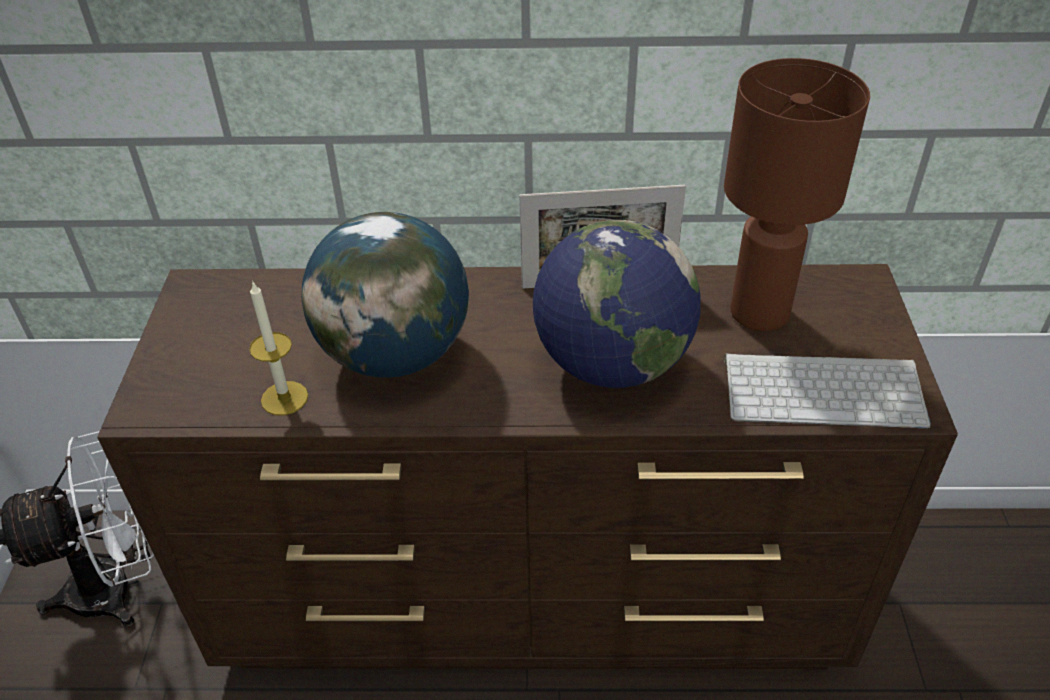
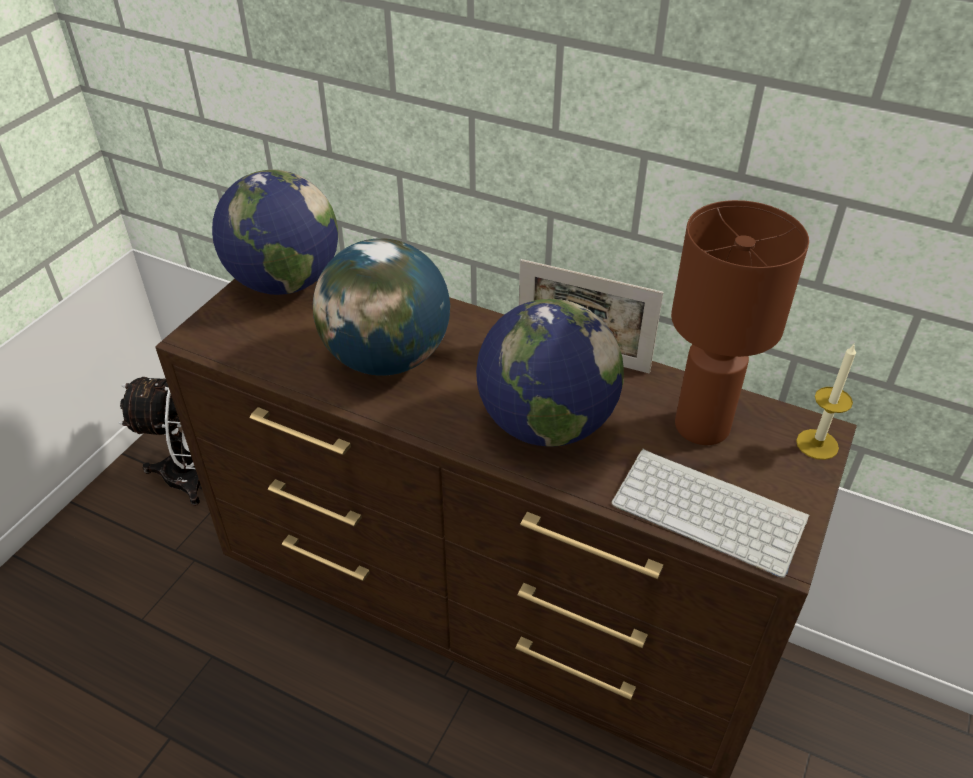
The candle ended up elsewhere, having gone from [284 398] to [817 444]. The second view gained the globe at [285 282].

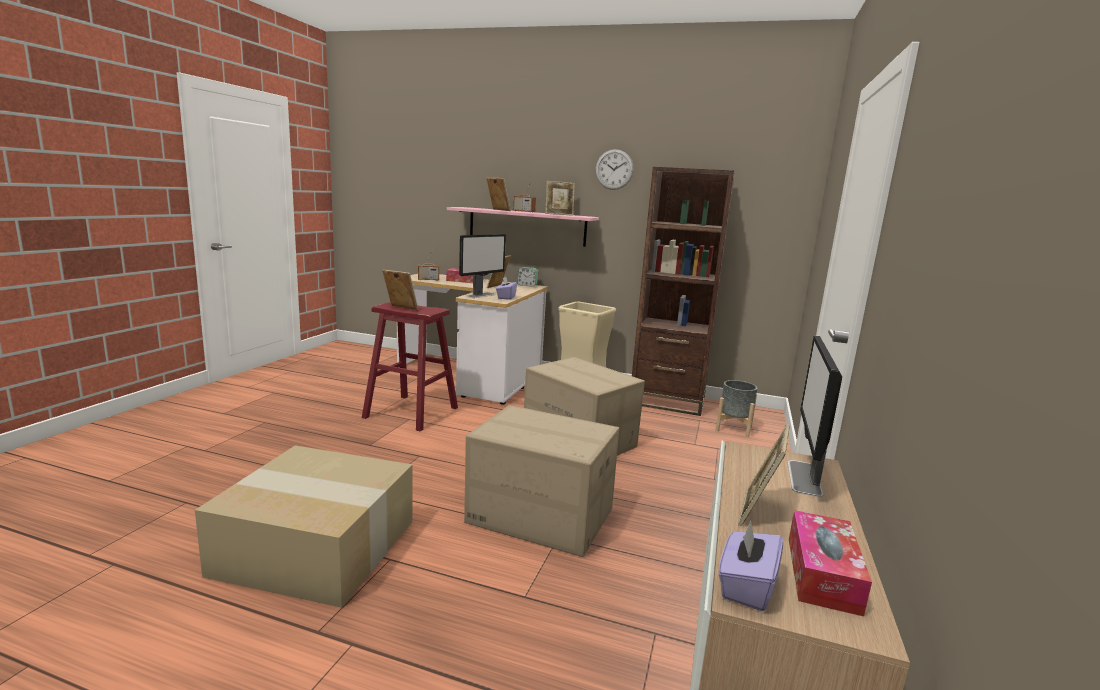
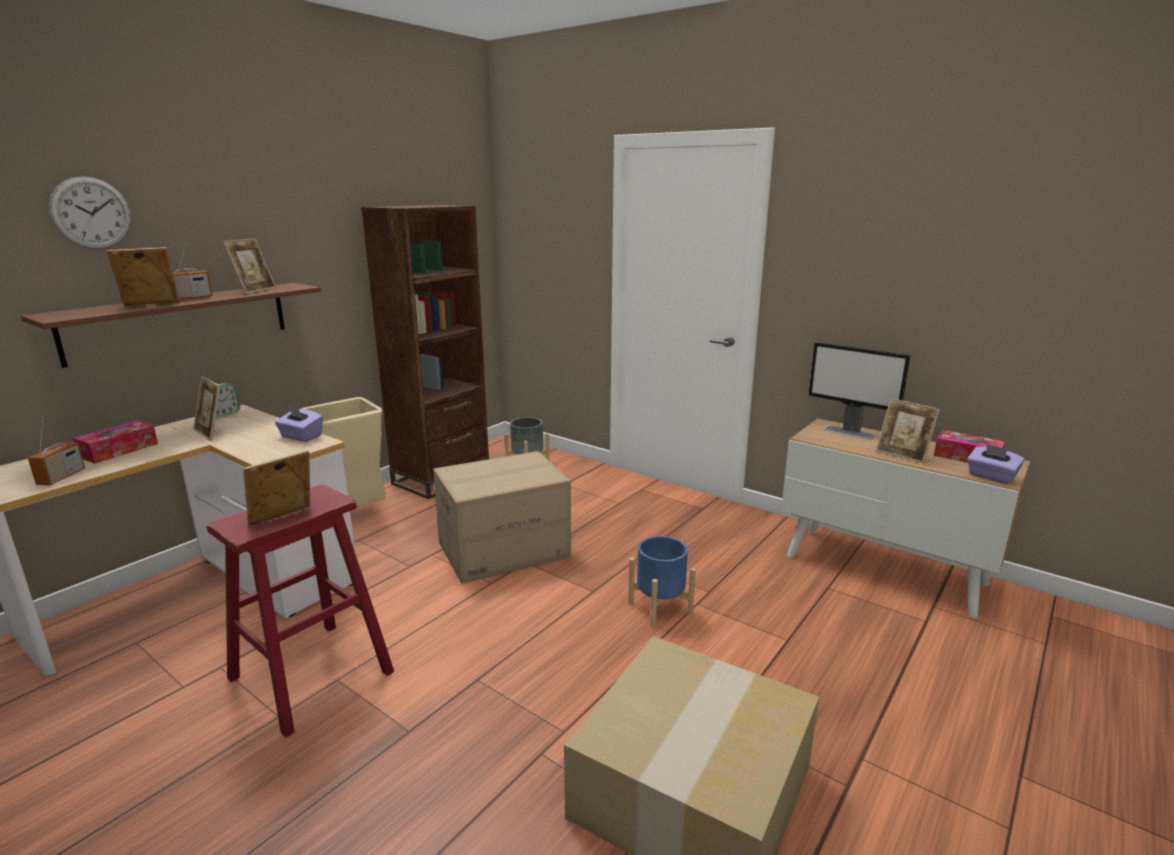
The wall clock ended up elsewhere, having gone from [614 169] to [91 213]. What was the shelf in pink at [527 226] turned into the shelf in brown at [180 321]. The second view lost the monitor at [480 295]. Where the cardboard box stood at [539 516], the planter in blue came to stand at [660 608].

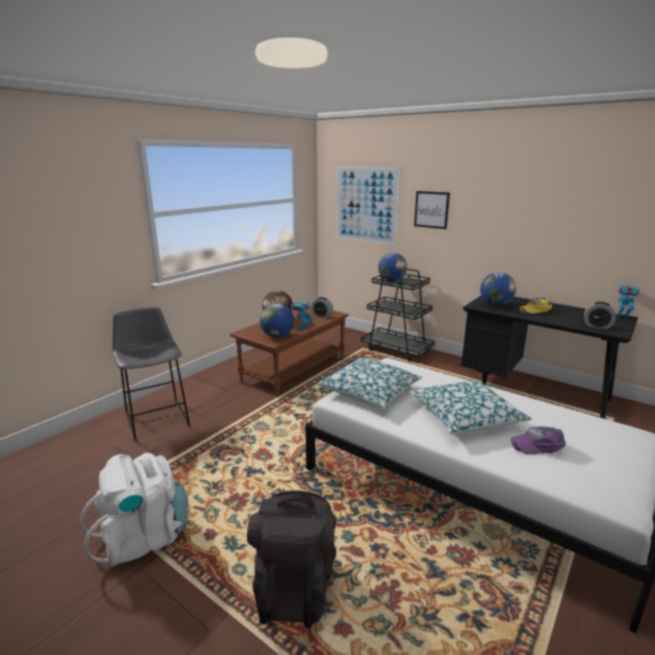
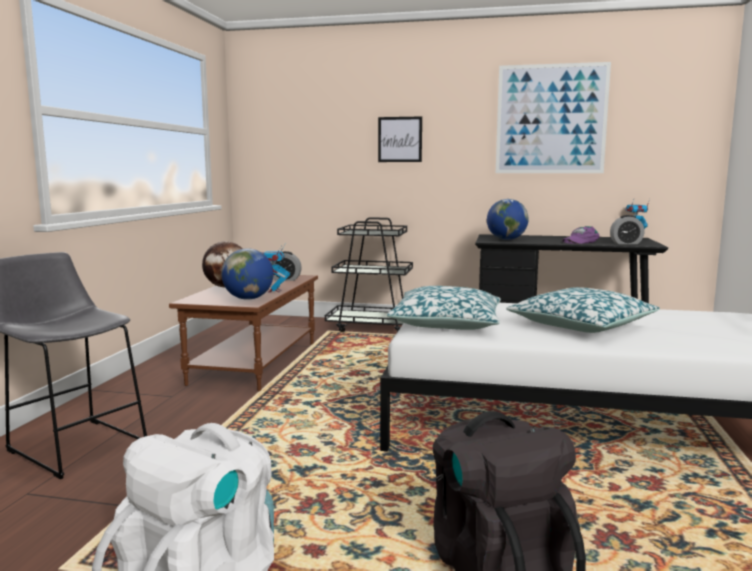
The picture ended up elsewhere, having gone from [366 205] to [551 119]. The second view lost the globe at [391 280]. The second view lost the cap in yellow at [535 309]. The cap in purple ended up elsewhere, having gone from [537 444] to [580 241].

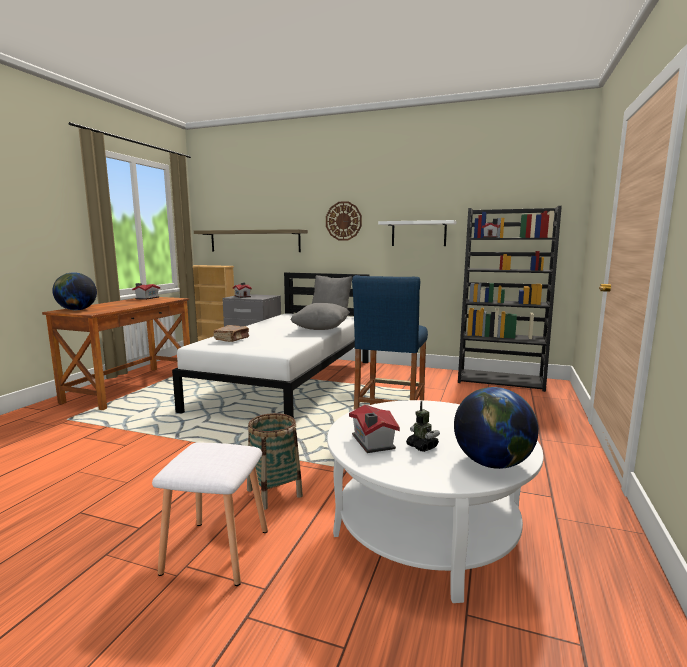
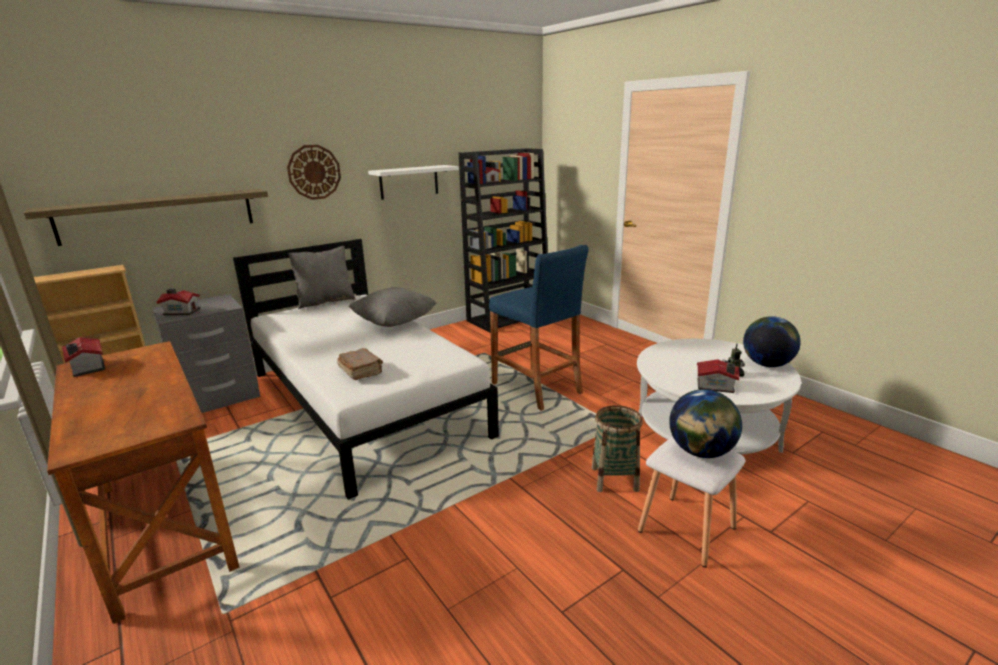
The globe ended up elsewhere, having gone from [77 310] to [701 452].

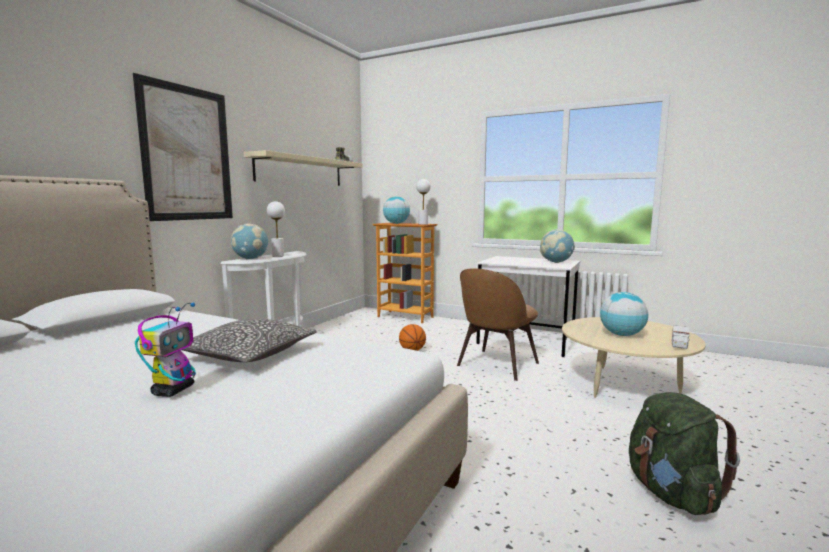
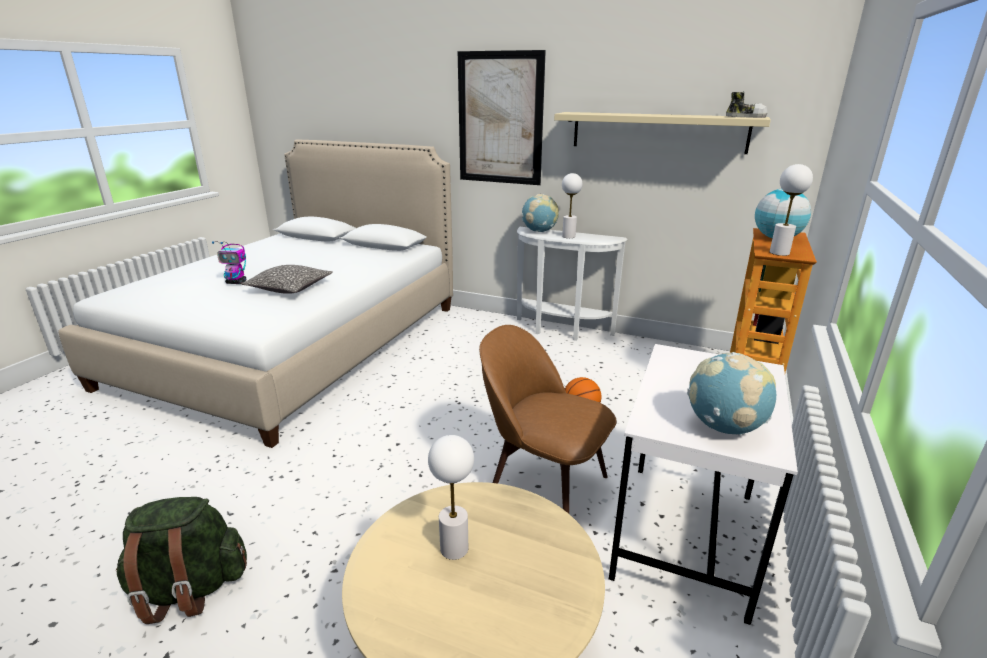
Where the globe stood at [621 335], the table lamp in white came to stand at [454 548]. The second view lost the toy truck at [679 344].

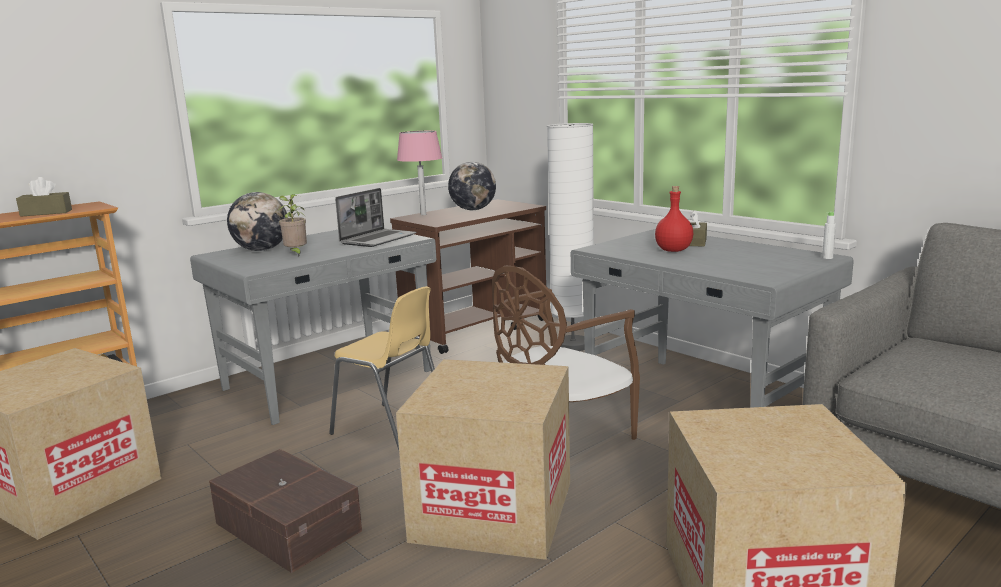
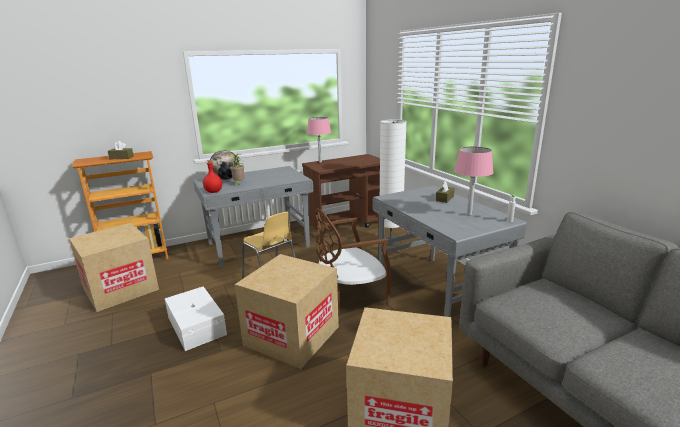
The second view lost the globe at [473 210]. The bottle in red ended up elsewhere, having gone from [674 250] to [213 192]. The second view lost the laptop at [378 239]. What was the storage box in brown at [289 525] turned into the storage box in white at [197 325]. The second view gained the table lamp in pink at [469 214].

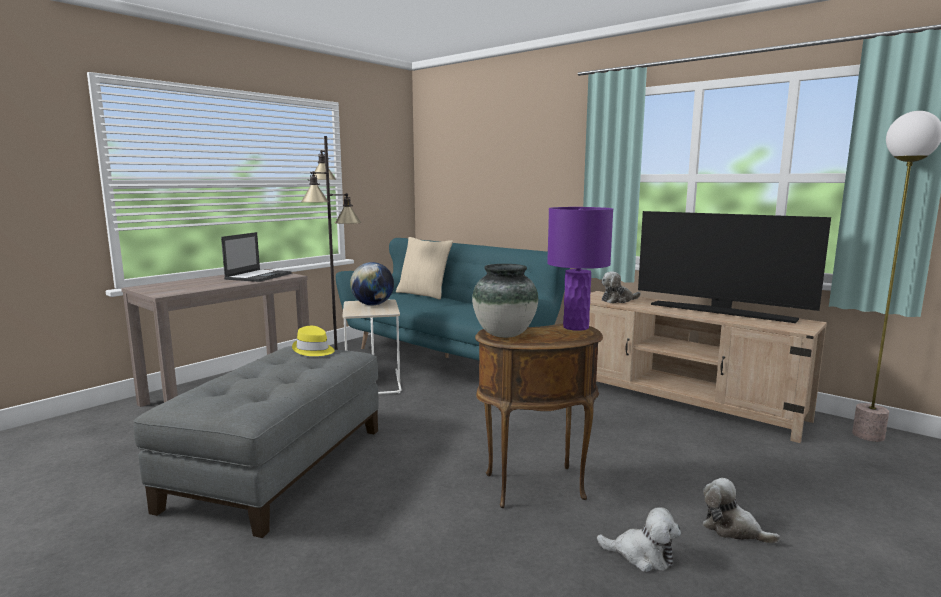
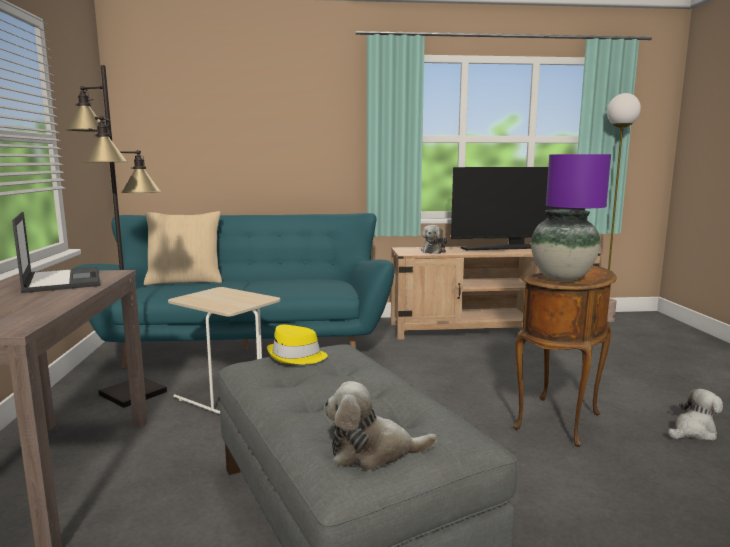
The second view lost the globe at [372 304]. The plush toy ended up elsewhere, having gone from [732 529] to [373 452].

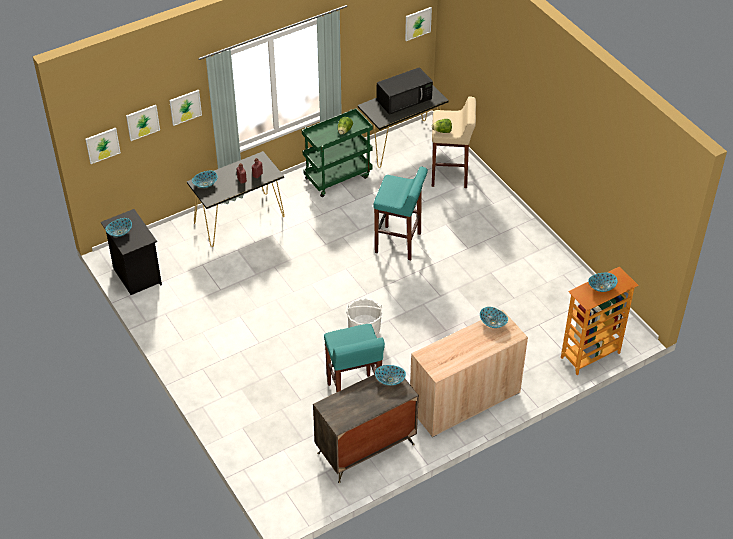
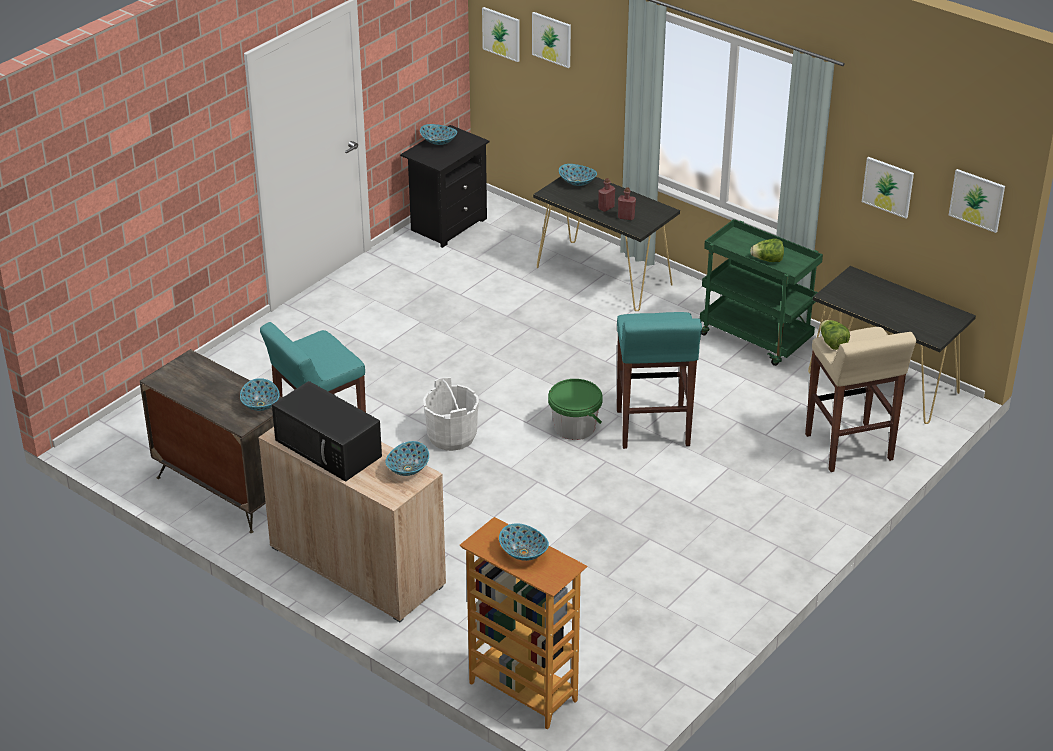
The microwave in black ended up elsewhere, having gone from [404 99] to [329 448]. The picture ended up elsewhere, having gone from [185 107] to [888 187]. The second view gained the bucket in green at [574 427].

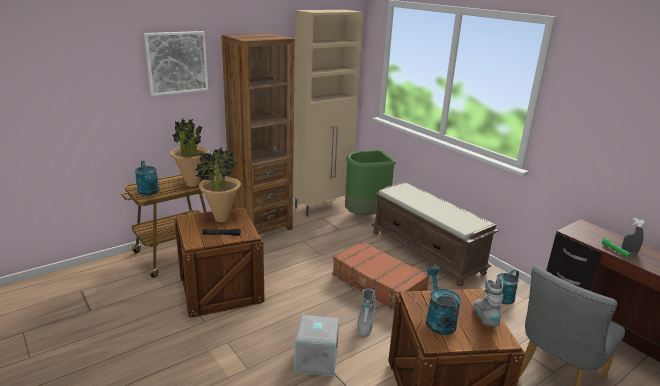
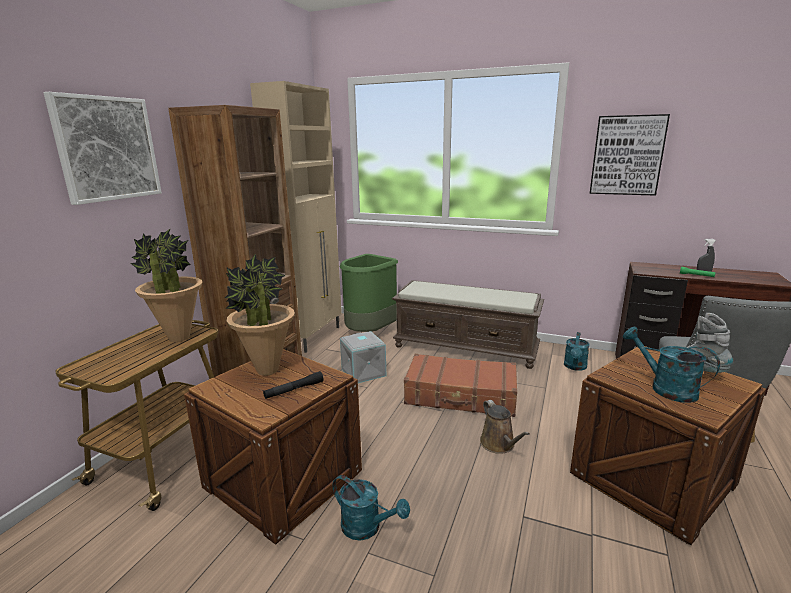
The watering can in turquoise ended up elsewhere, having gone from [149 192] to [367 528]. Where the boot in grey stood at [365 325], the watering can in brown came to stand at [499 444]. The storage box in grey ended up elsewhere, having gone from [315 359] to [362 372]. The second view gained the picture at [627 155].

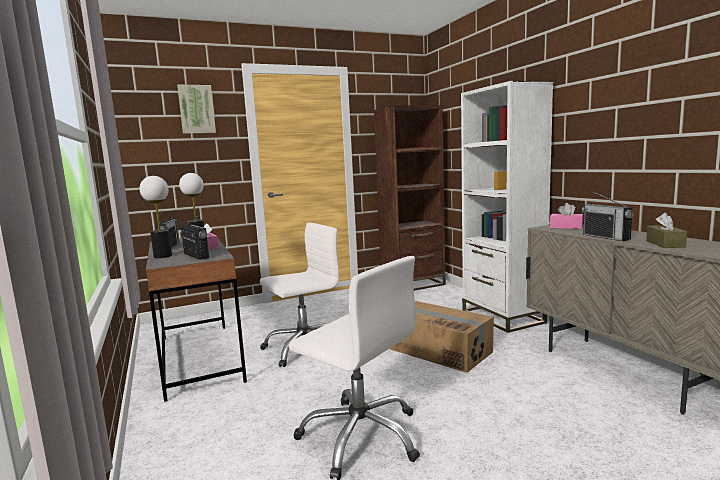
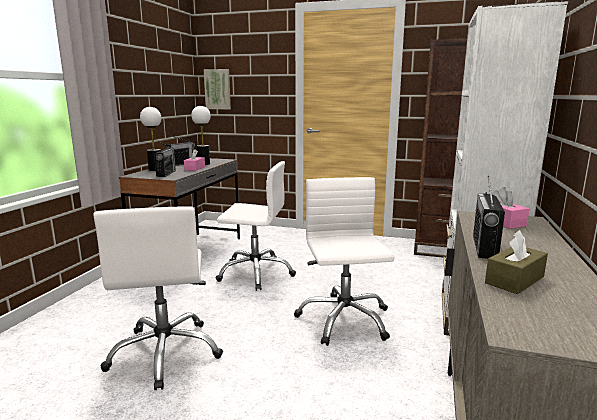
The picture ended up elsewhere, having gone from [196 109] to [218 89]. Where the cardboard box stood at [439 350], the office chair in white came to stand at [344 320].

